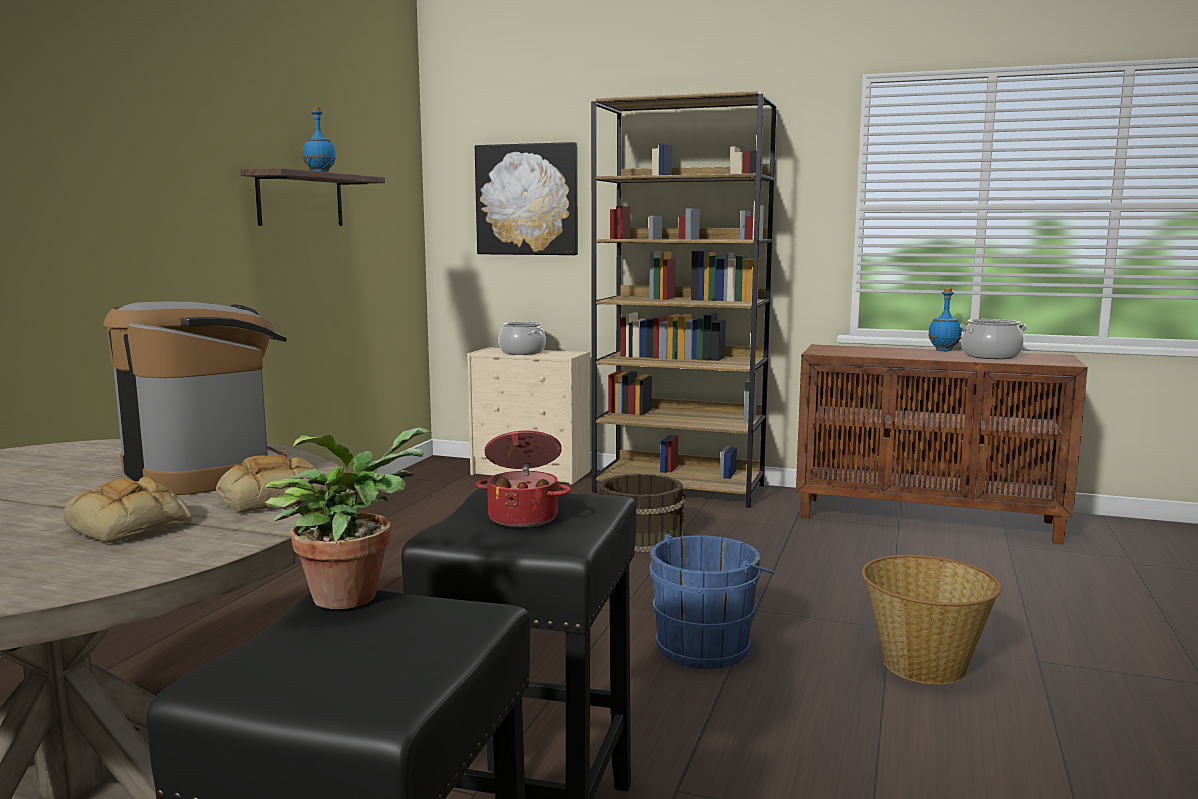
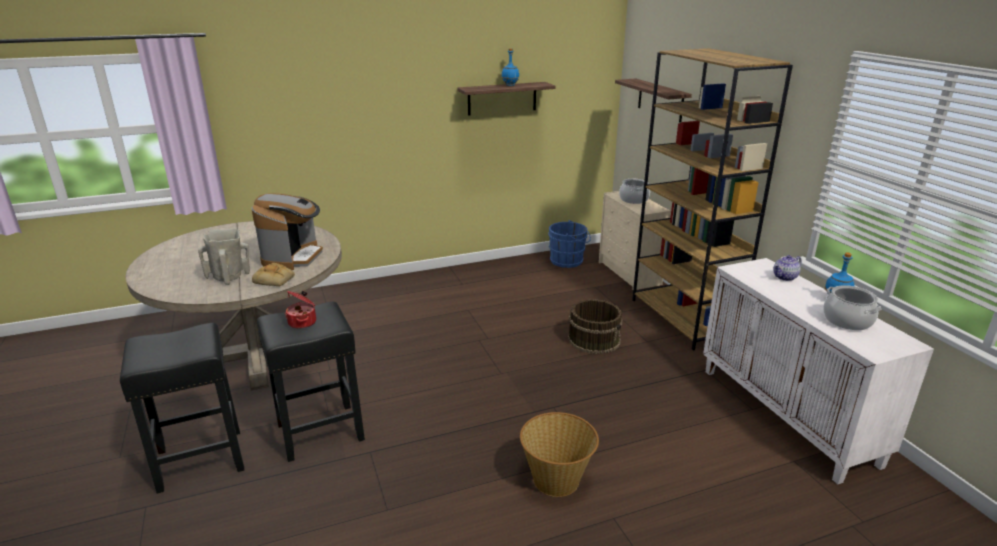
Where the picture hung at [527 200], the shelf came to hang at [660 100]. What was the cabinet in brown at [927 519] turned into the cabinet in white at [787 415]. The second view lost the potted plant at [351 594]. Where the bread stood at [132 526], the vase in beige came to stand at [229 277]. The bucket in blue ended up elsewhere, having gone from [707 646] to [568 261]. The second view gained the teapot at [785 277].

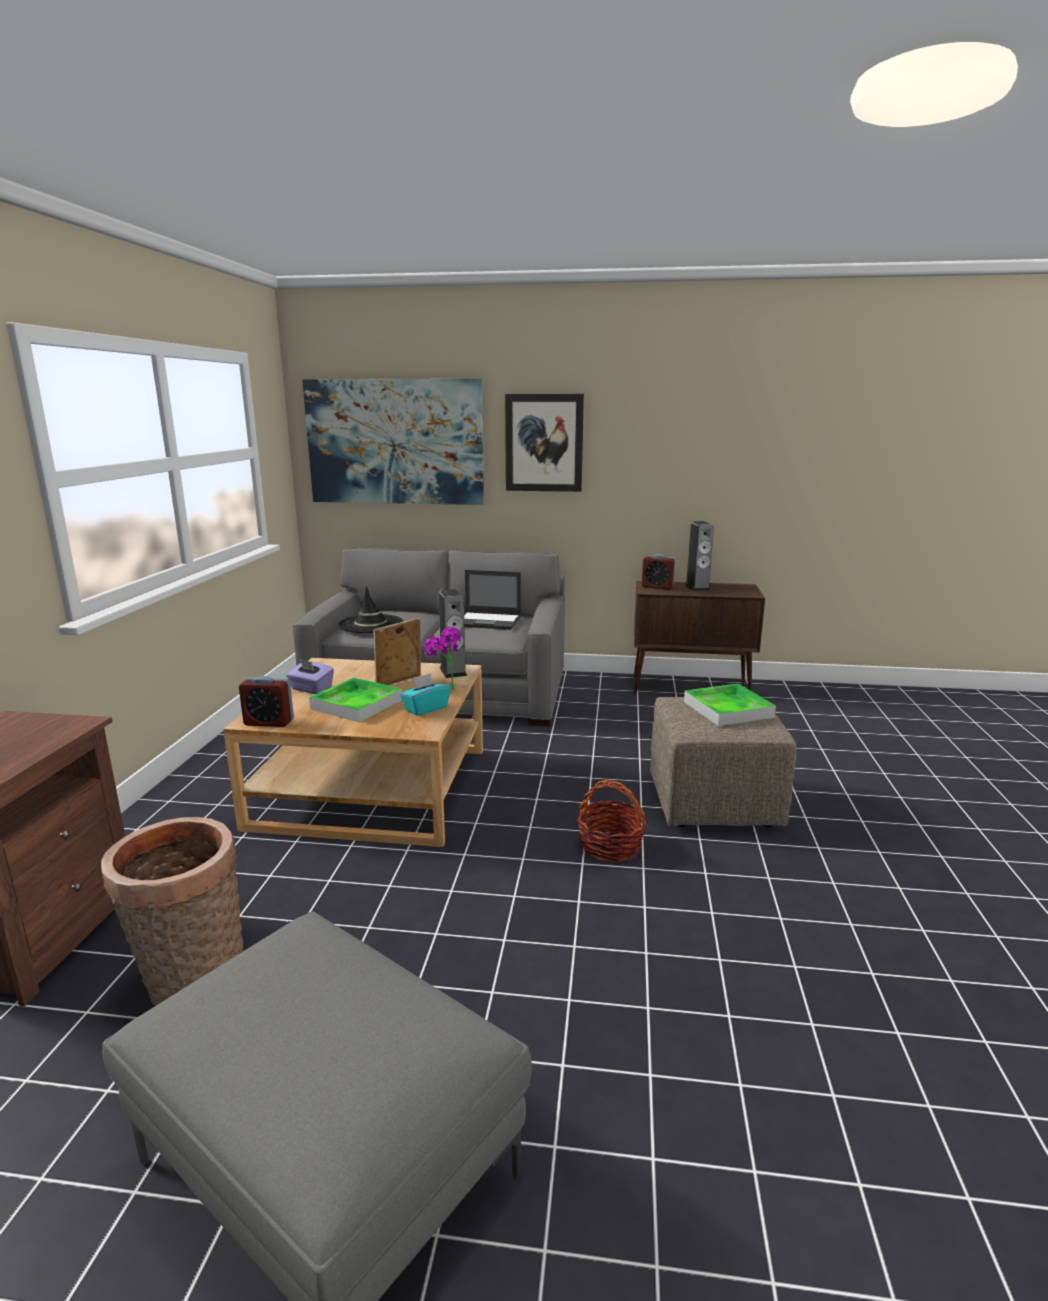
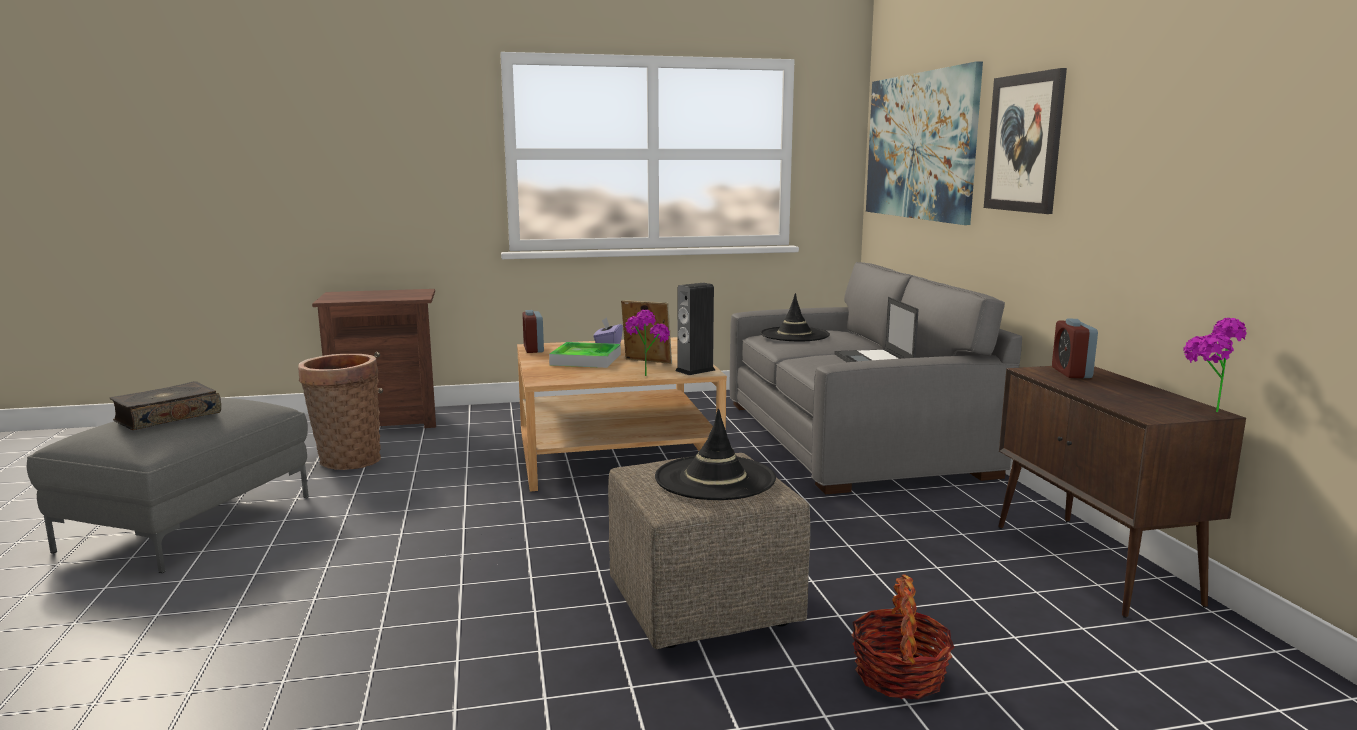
The second view lost the speaker at [697 587]. The second view lost the tissue box in turquoise at [425 708]. Where the tray stood at [728 709], the hat in black came to stand at [715 478]. The basket ended up elsewhere, having gone from [611 846] to [899 675]. The second view gained the potted plant at [1204 411]. The second view gained the book at [167 417].

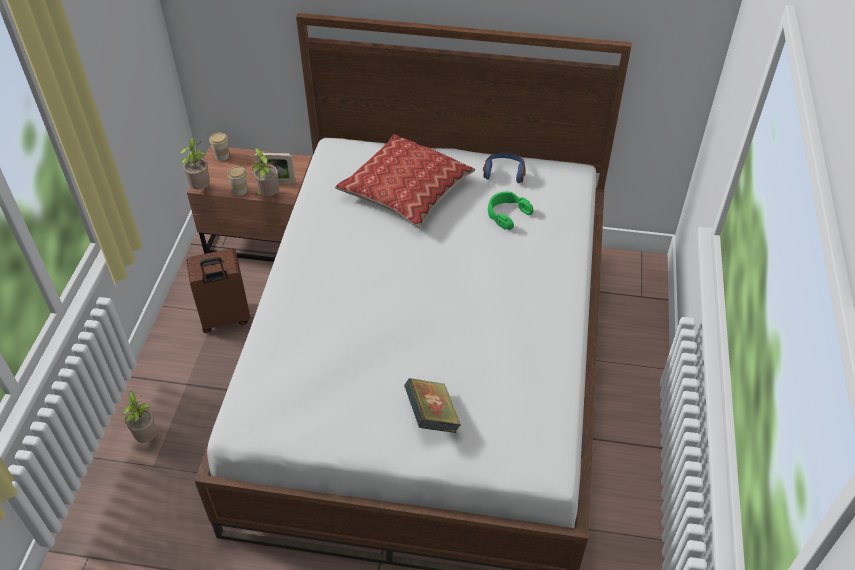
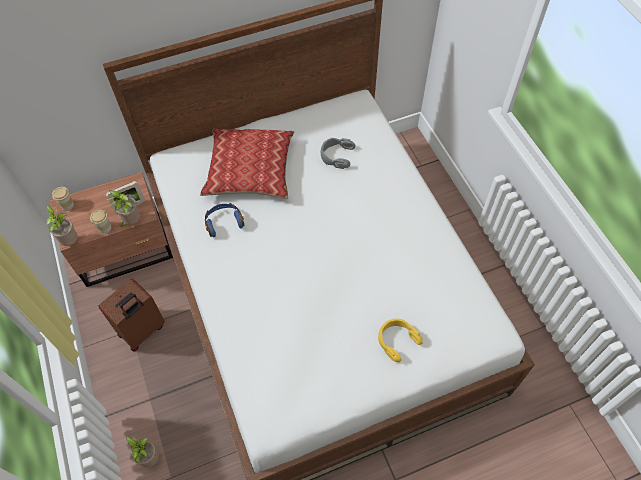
The headphones in blue ended up elsewhere, having gone from [504 172] to [224 222]. What was the headphones in green at [507 214] turned into the headphones in grey at [336 155]. Where the book stood at [432 416], the headphones in yellow came to stand at [397 340].

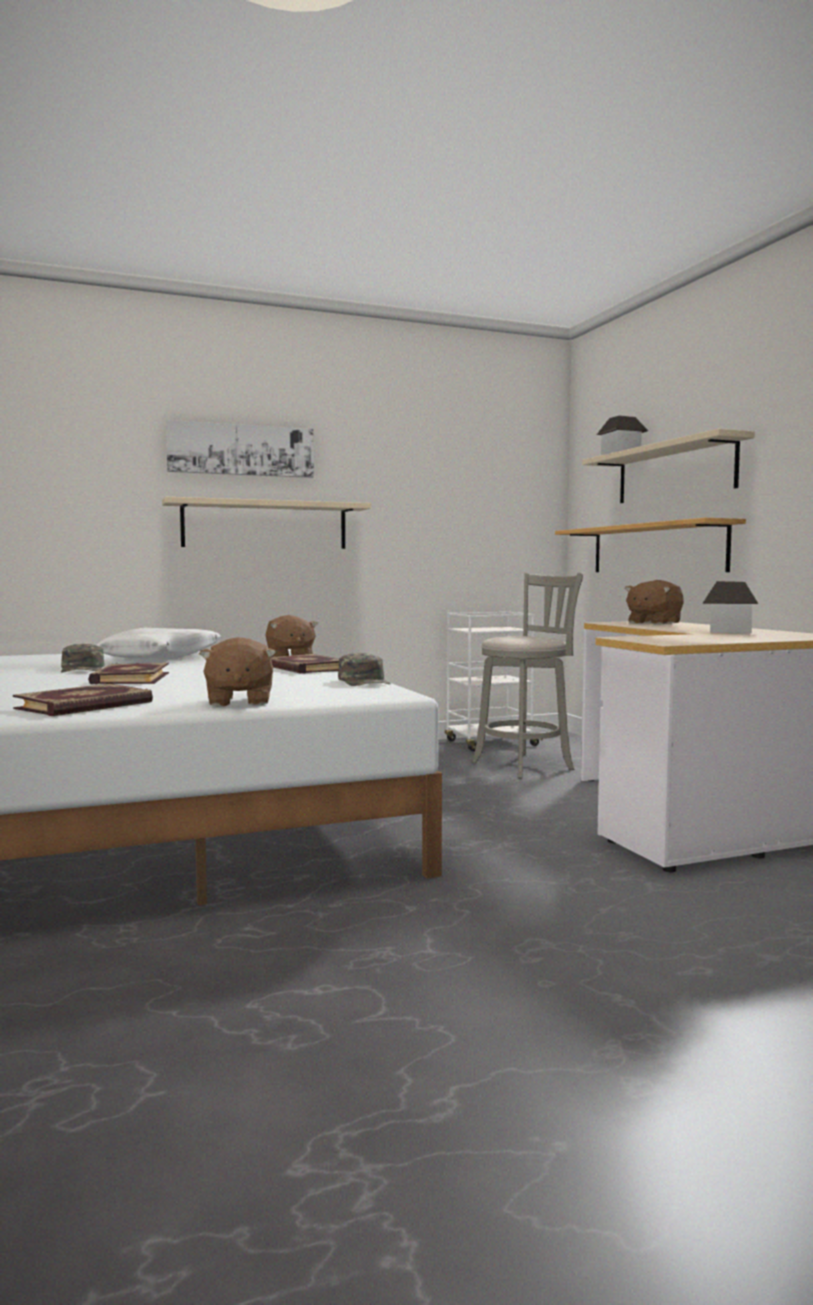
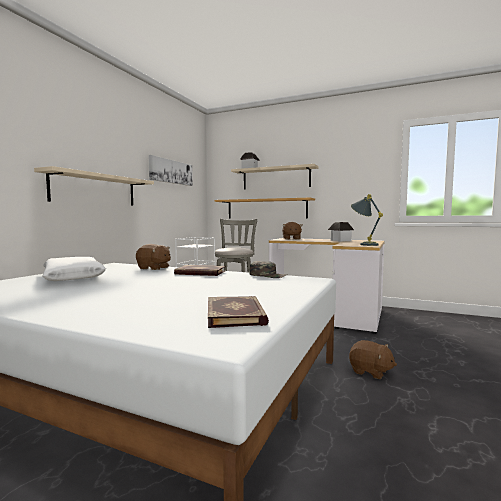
The picture ended up elsewhere, having gone from [241 450] to [171 171]. The plush toy in brown ended up elsewhere, having gone from [238 701] to [370 372]. The second view lost the cap in green at [83 669]. The second view lost the book at [129 678]. The second view gained the table lamp in grey at [364 244].

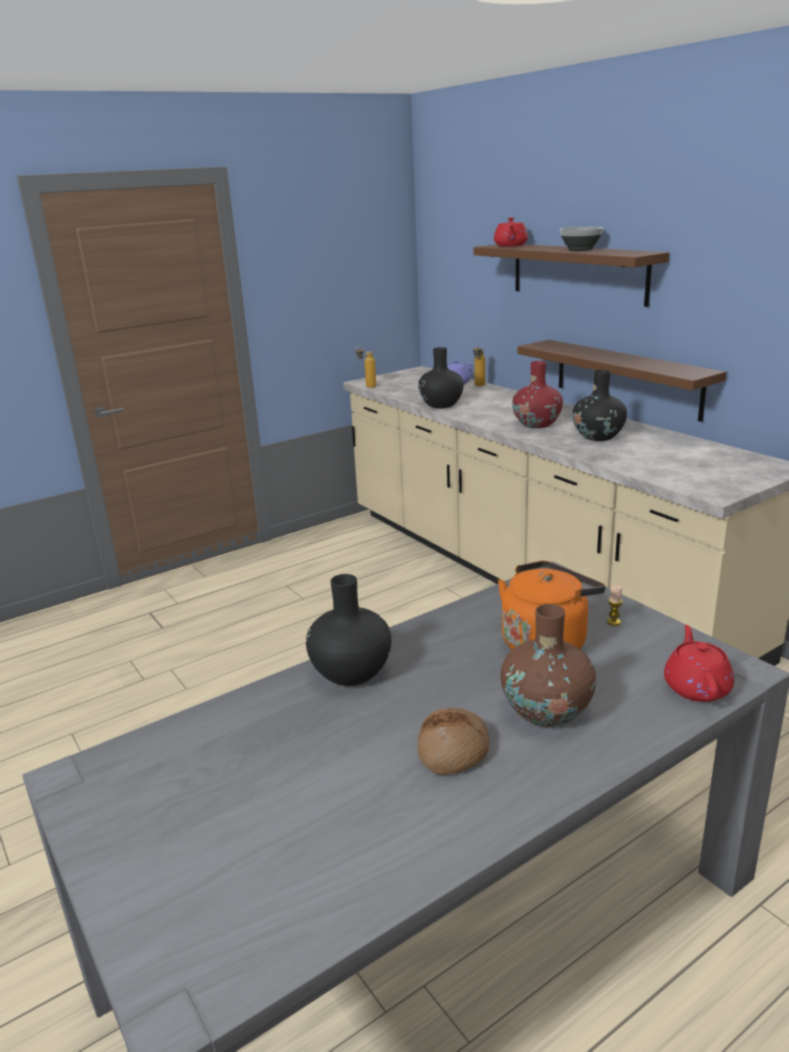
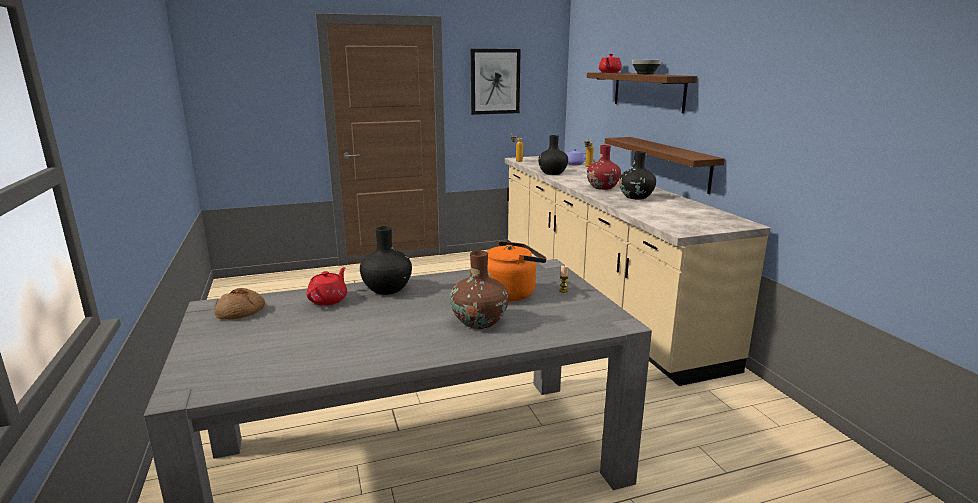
The teapot in red ended up elsewhere, having gone from [696 687] to [328 300]. The bread ended up elsewhere, having gone from [453 750] to [241 312]. The second view gained the picture at [495 81].

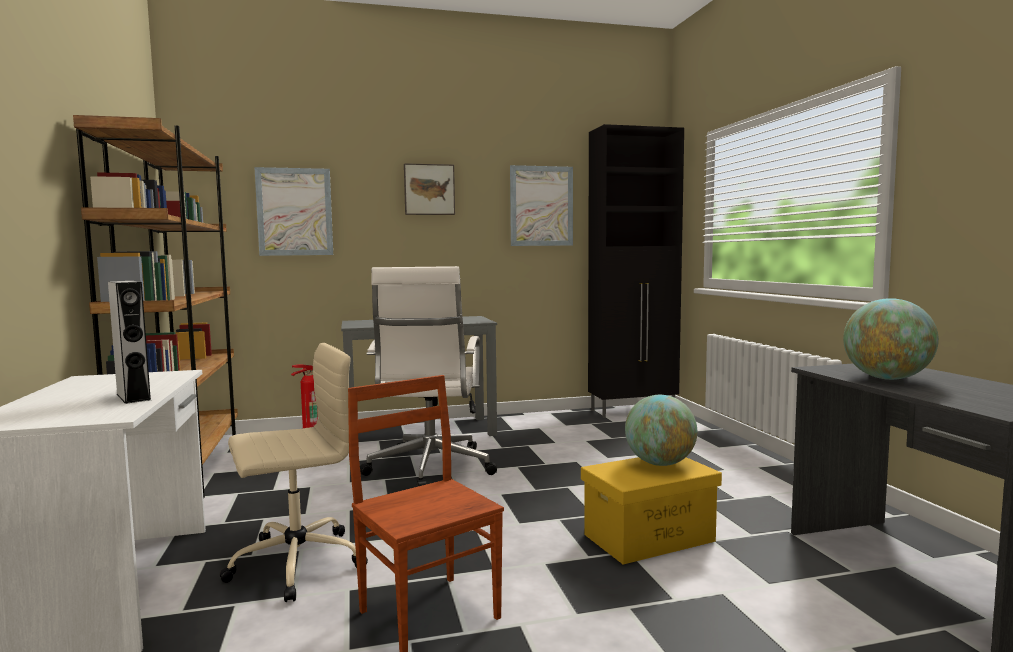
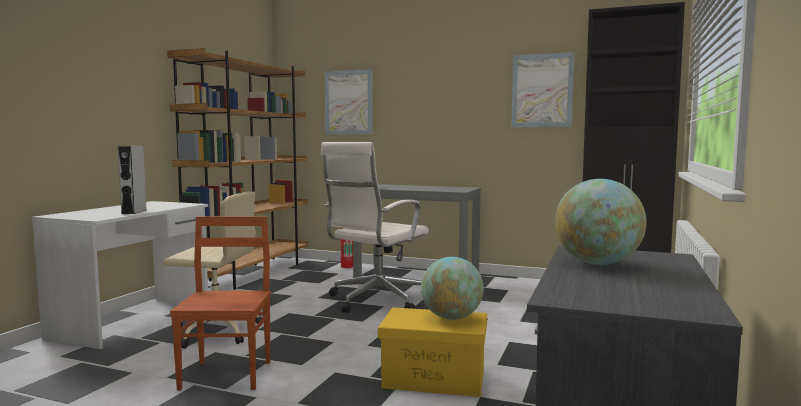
The second view lost the picture at [429 190].

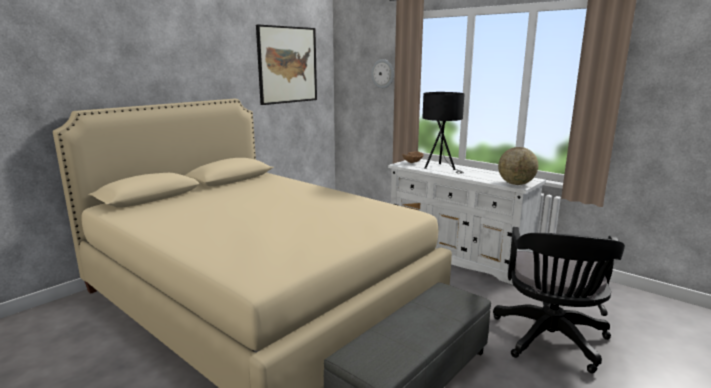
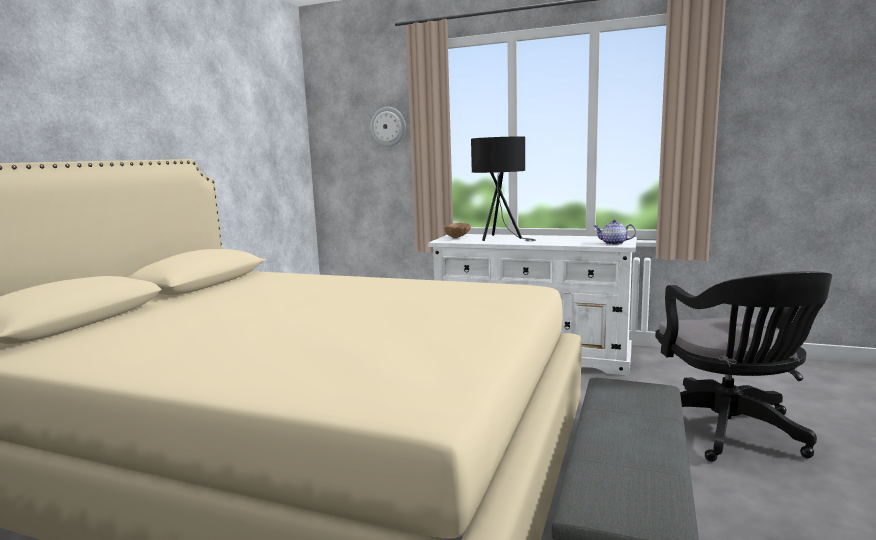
The second view lost the picture at [287 65]. Where the globe stood at [516 184], the teapot came to stand at [613 243].

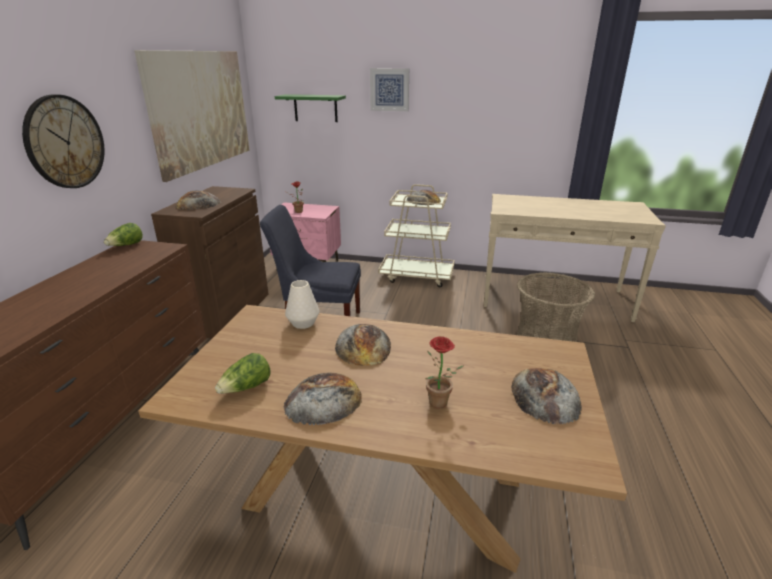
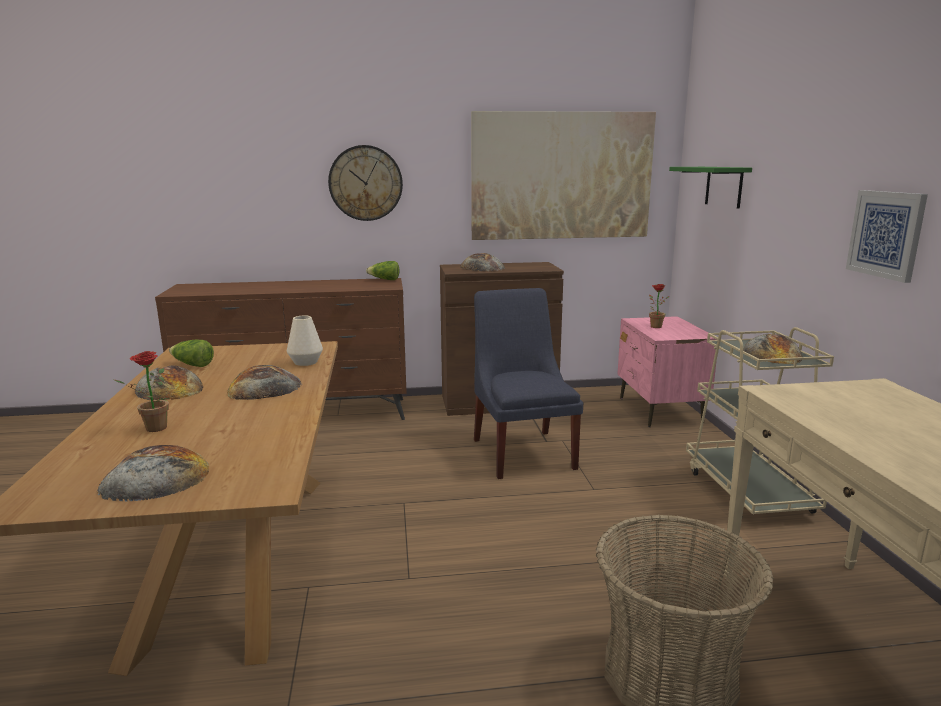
The picture ended up elsewhere, having gone from [389 89] to [886 234].

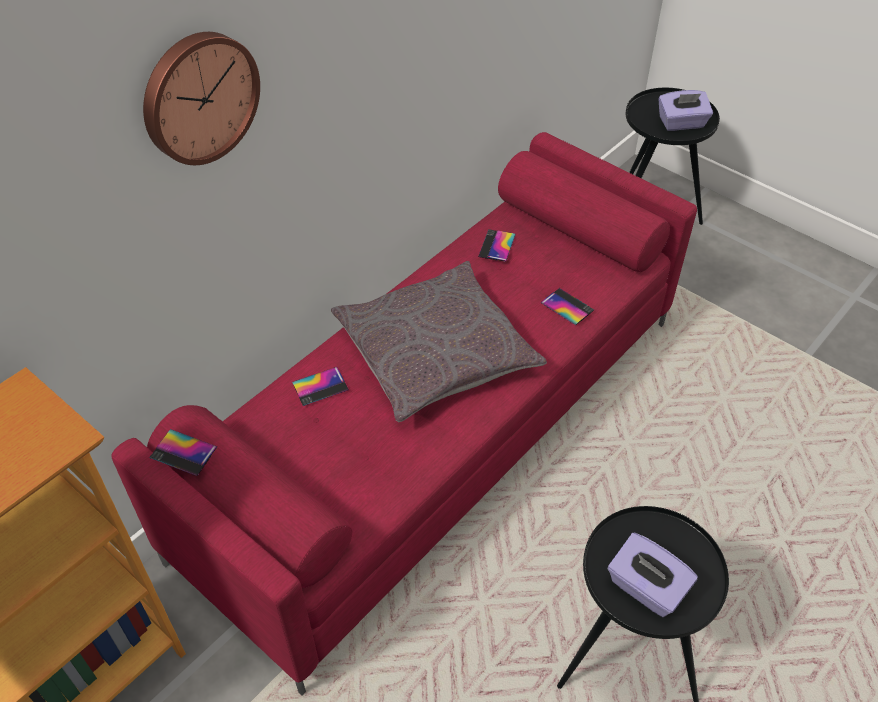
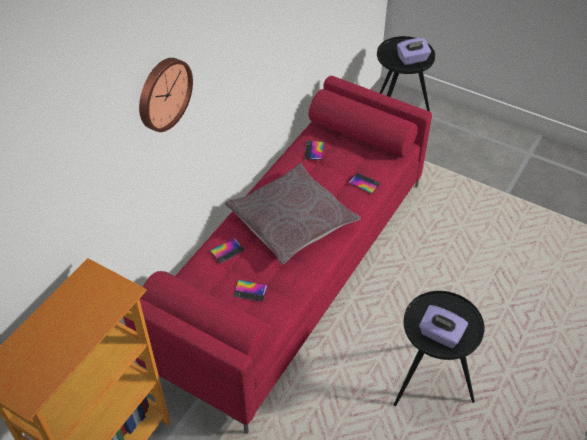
The phone ended up elsewhere, having gone from [183 452] to [250 291].

